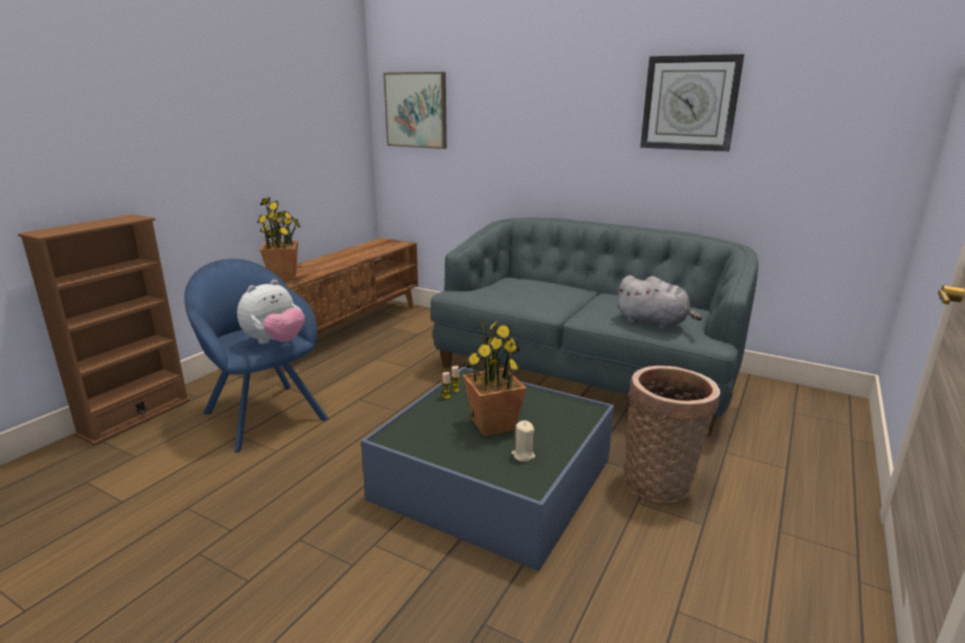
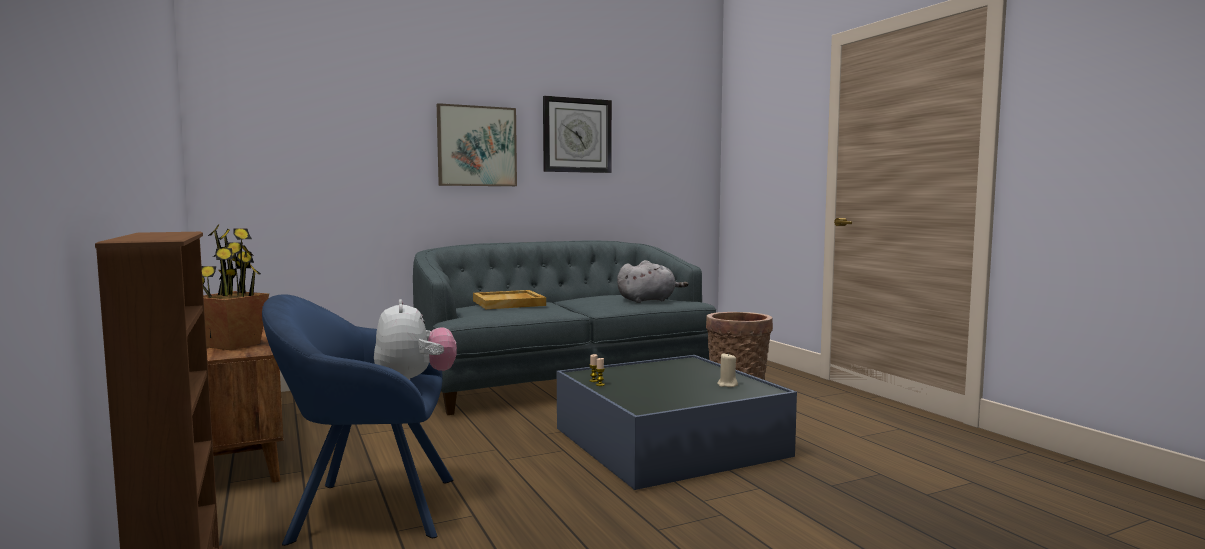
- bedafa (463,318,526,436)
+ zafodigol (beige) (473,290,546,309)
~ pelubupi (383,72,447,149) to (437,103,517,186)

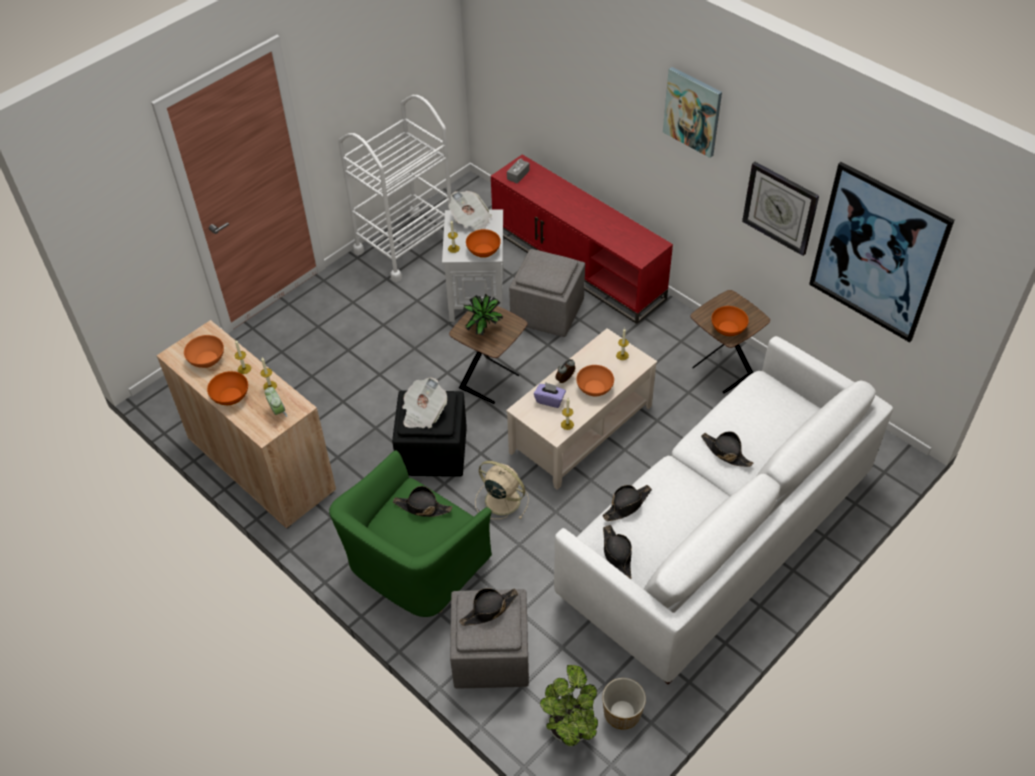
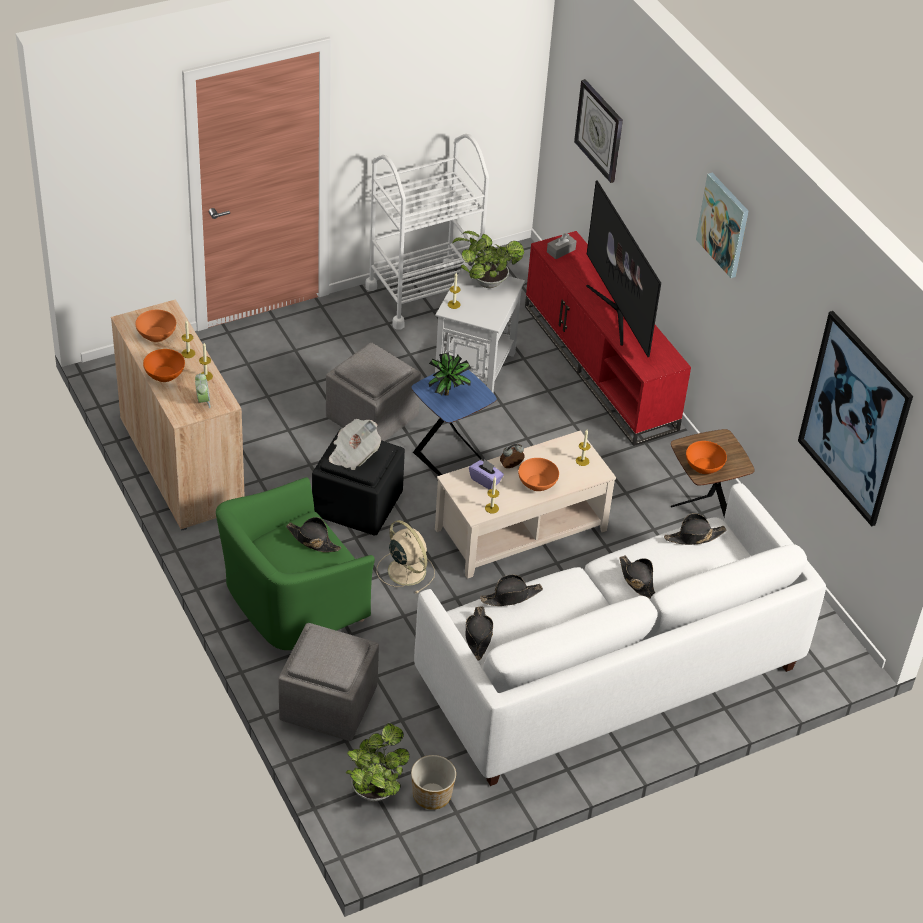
- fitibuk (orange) (466,229,501,258)
+ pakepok (586,180,661,357)
~ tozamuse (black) (459,588,518,626) to (664,513,726,545)
~ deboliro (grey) (509,249,585,337) to (326,343,421,441)
~ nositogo (742,162,819,256) to (574,79,623,183)
~ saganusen (448,191,492,230) to bedafa (452,231,524,288)
~ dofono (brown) (449,306,527,404) to dofono (blue) (411,370,497,476)

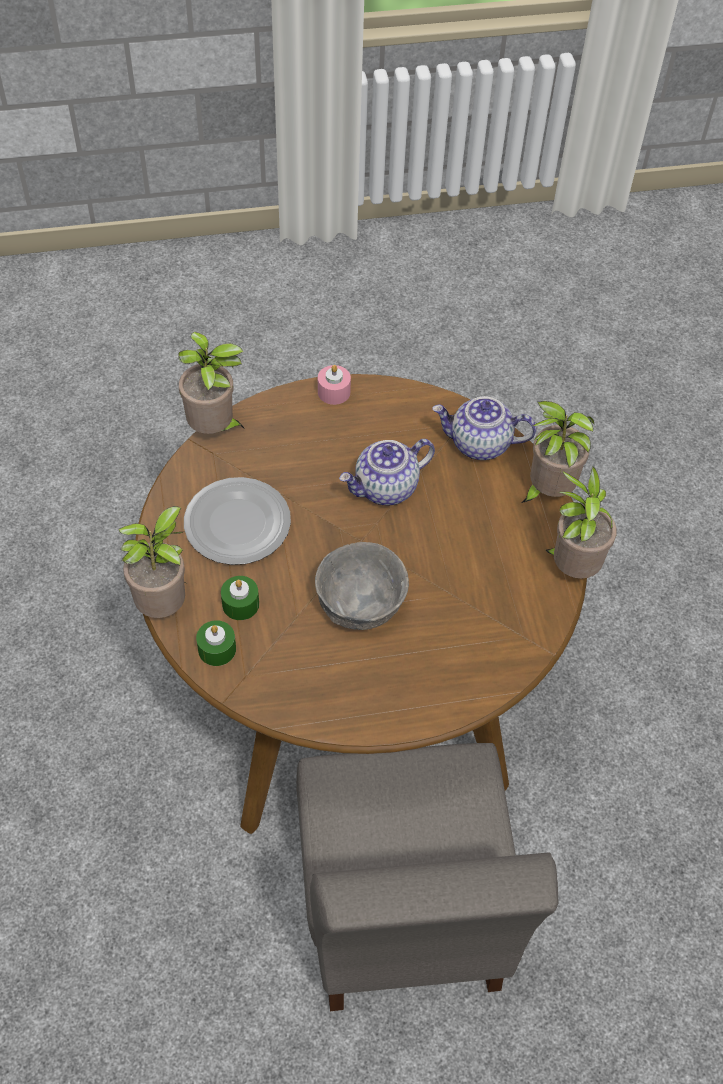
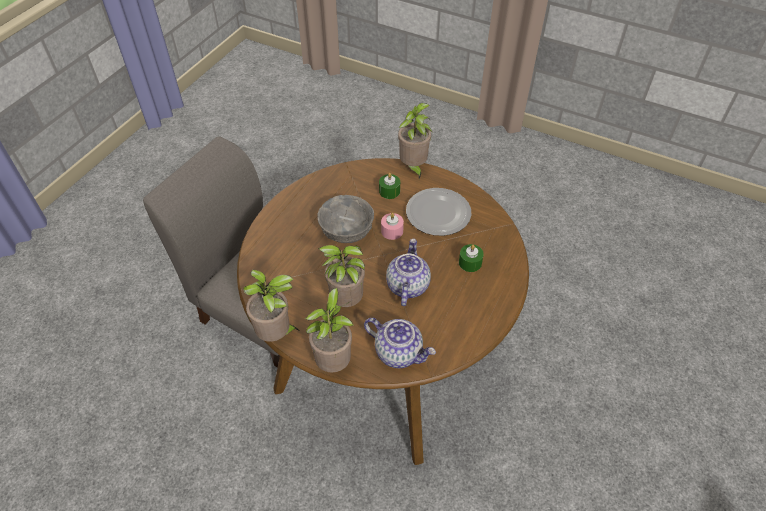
~ bedafa (179,332,245,434) to (318,245,365,317)
~ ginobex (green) (196,620,236,666) to (459,244,484,272)
~ ginobex (pink) (318,365,351,405) to (381,213,404,240)
~ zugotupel (432,396,536,460) = (364,318,436,368) 75 degrees clockwise

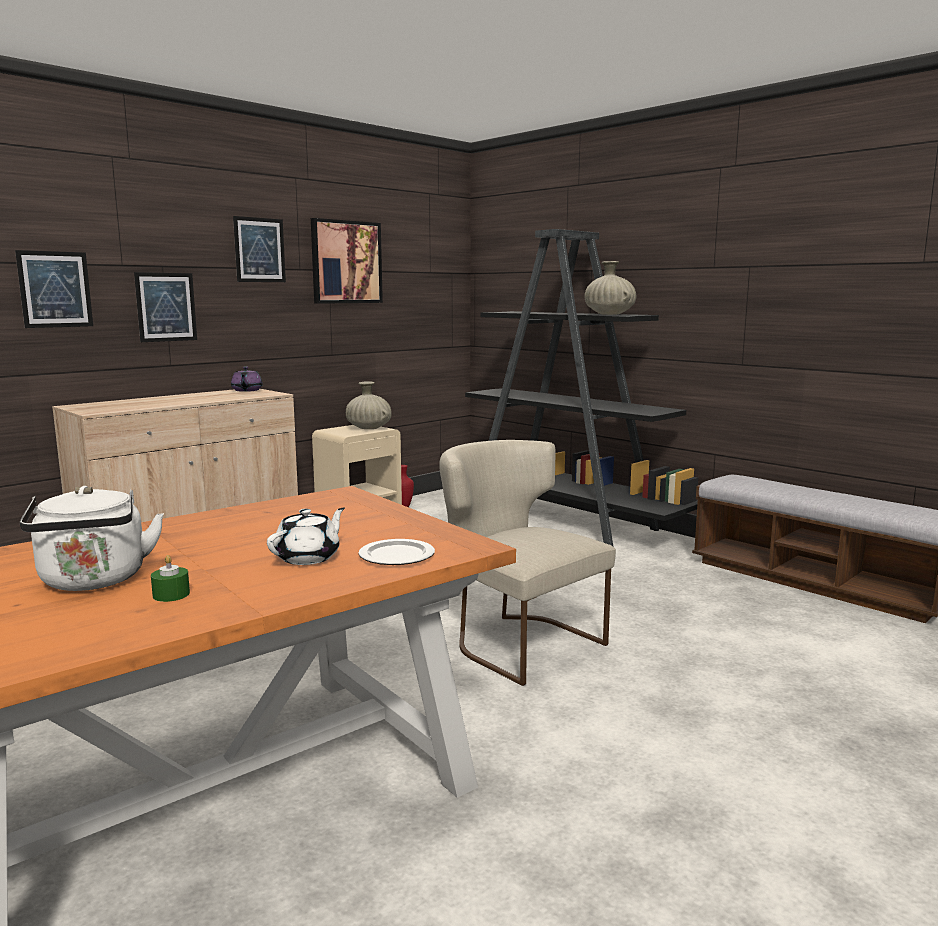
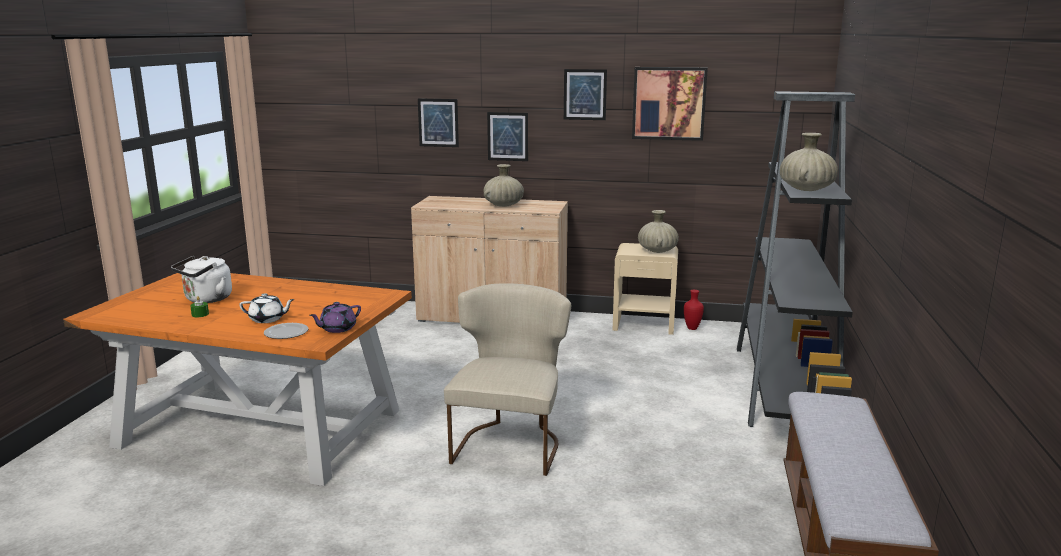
+ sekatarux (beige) (484,164,524,207)
~ zugotupel (purple) (231,367,263,392) to (309,302,361,333)

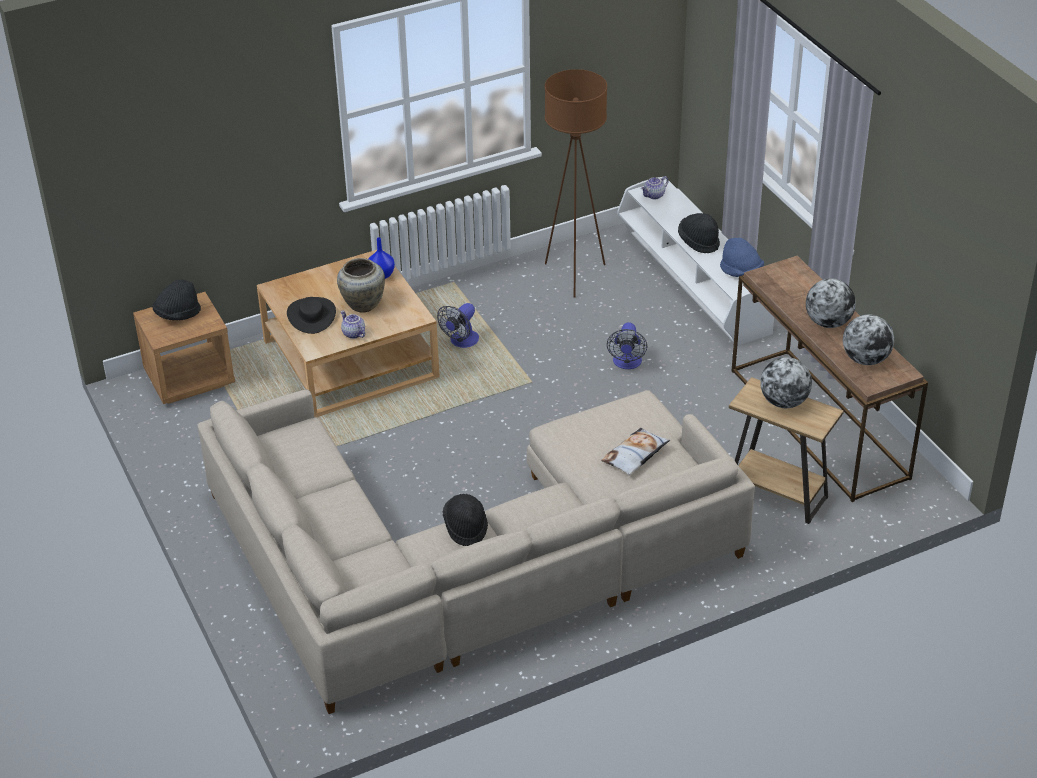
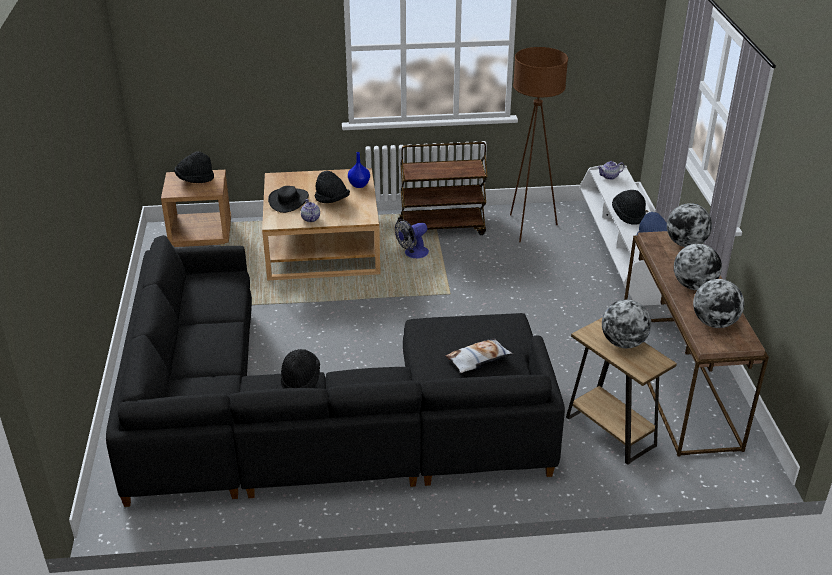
- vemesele (607,322,647,369)
+ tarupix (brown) (398,142,488,235)
+ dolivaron (667,203,712,247)
~ sekatarux (beige) (337,258,385,313) to tozamuse (black) (315,171,350,203)
~ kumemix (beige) (197,389,755,714) to kumemix (black) (106,235,565,507)

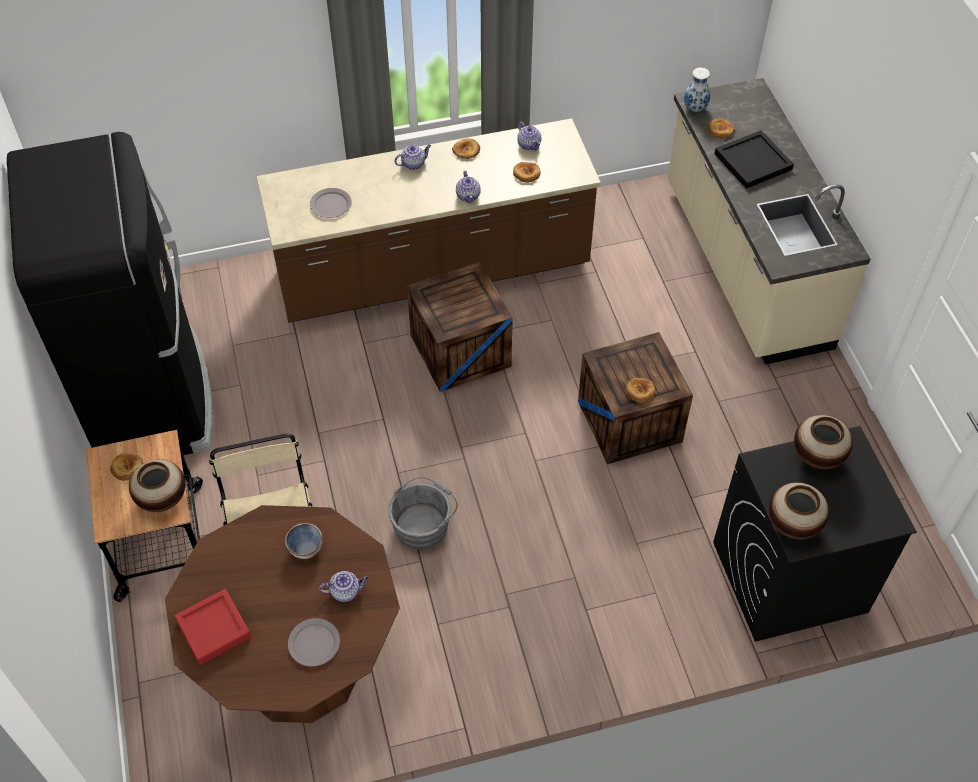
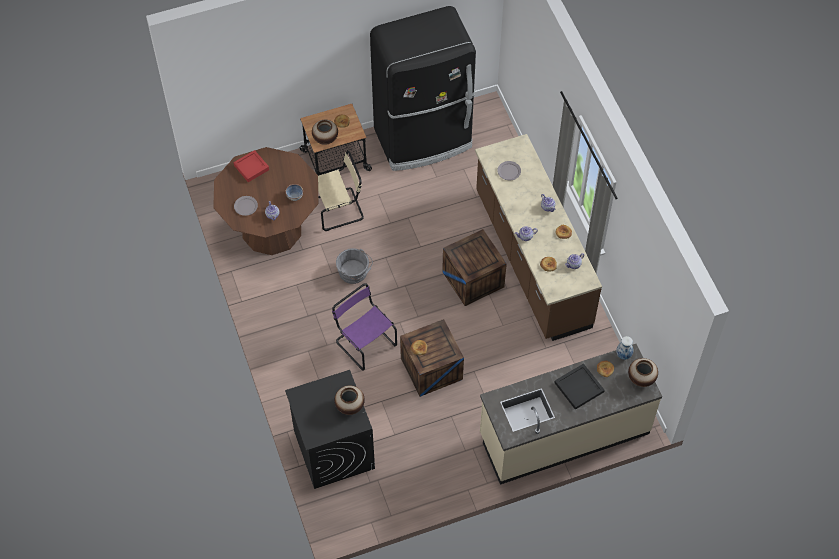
+ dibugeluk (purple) (332,283,397,371)
~ sekatarux (769,482,829,539) to (628,358,658,387)

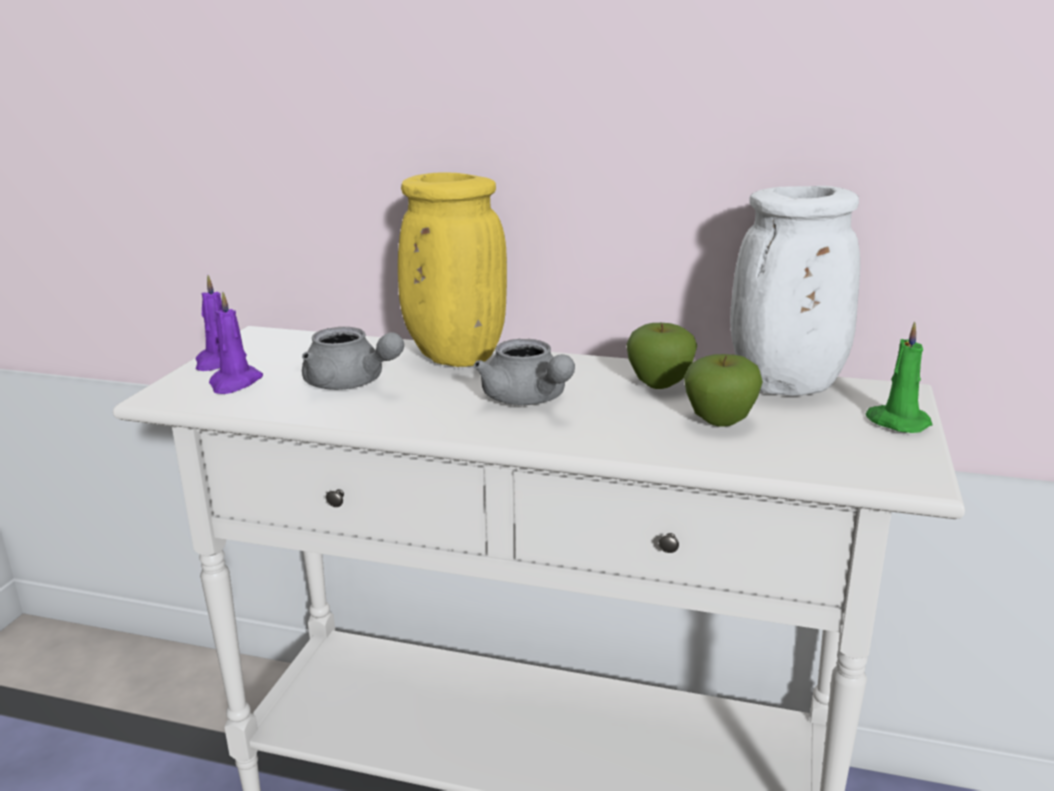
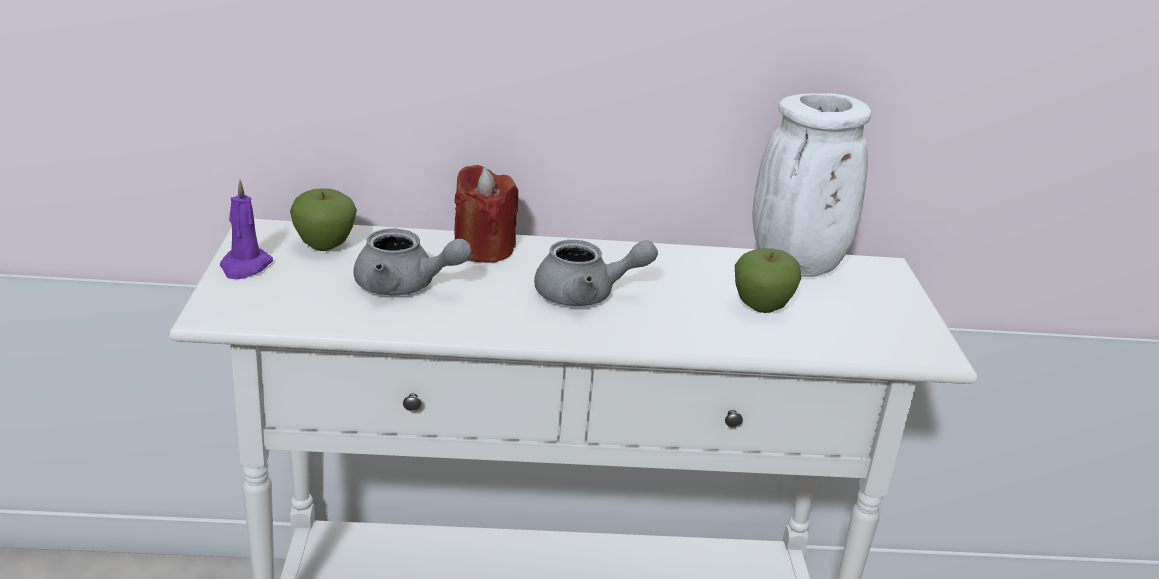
- ginobex (purple) (209,292,263,394)
- ginobex (green) (865,322,933,433)
~ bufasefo (626,323,697,389) to (290,188,357,251)
~ sekatarux (yellow) (398,172,507,367) to ginobex (red) (454,165,518,263)
~ zugotupel (grey) (474,339,575,405) = (534,240,658,306) 45 degrees counterclockwise

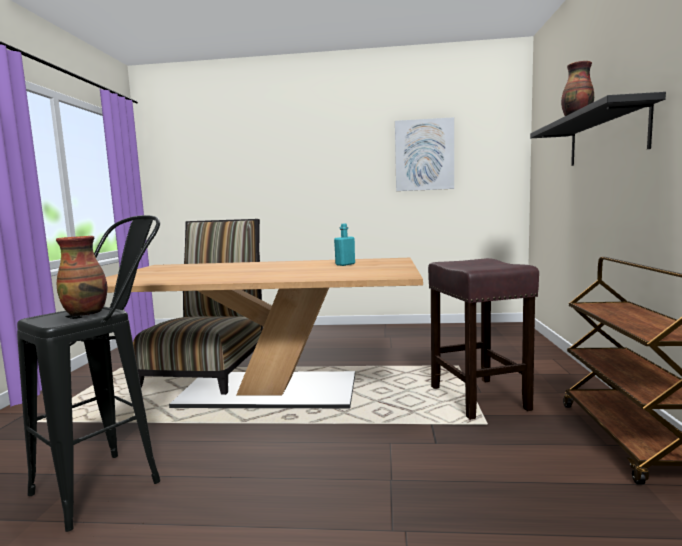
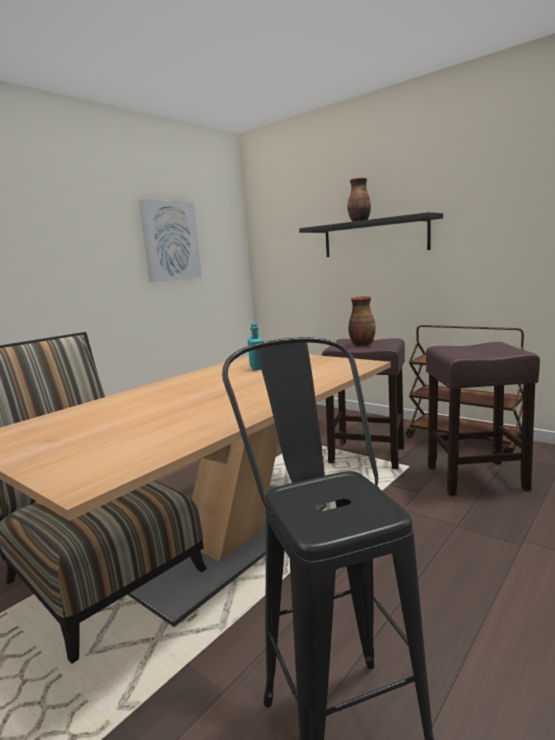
+ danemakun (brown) (426,342,540,496)
~ sekatarux (56,236,108,316) to (348,296,376,346)

